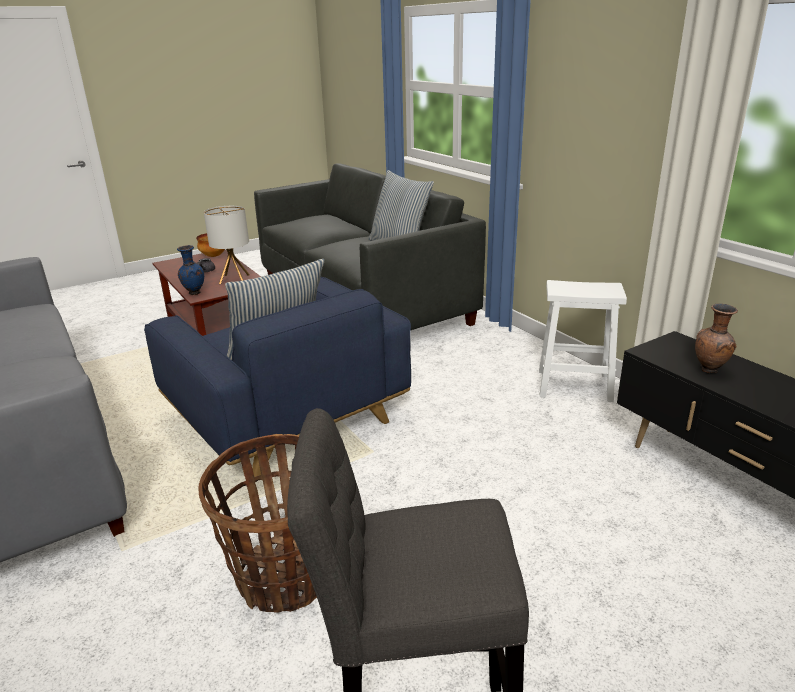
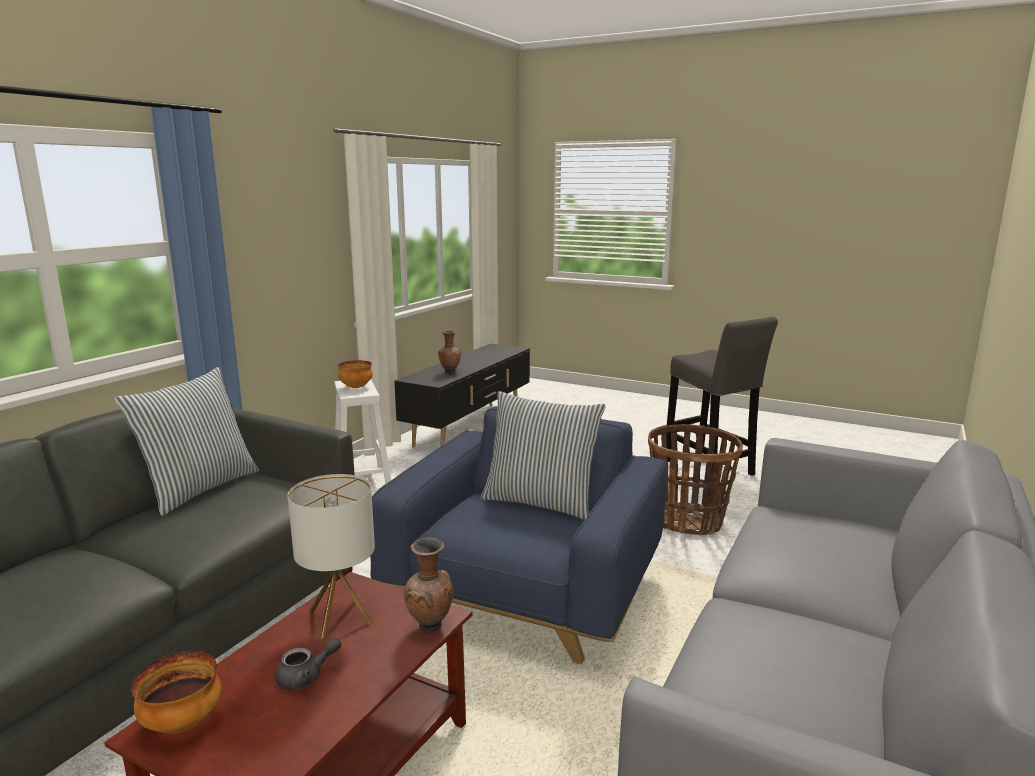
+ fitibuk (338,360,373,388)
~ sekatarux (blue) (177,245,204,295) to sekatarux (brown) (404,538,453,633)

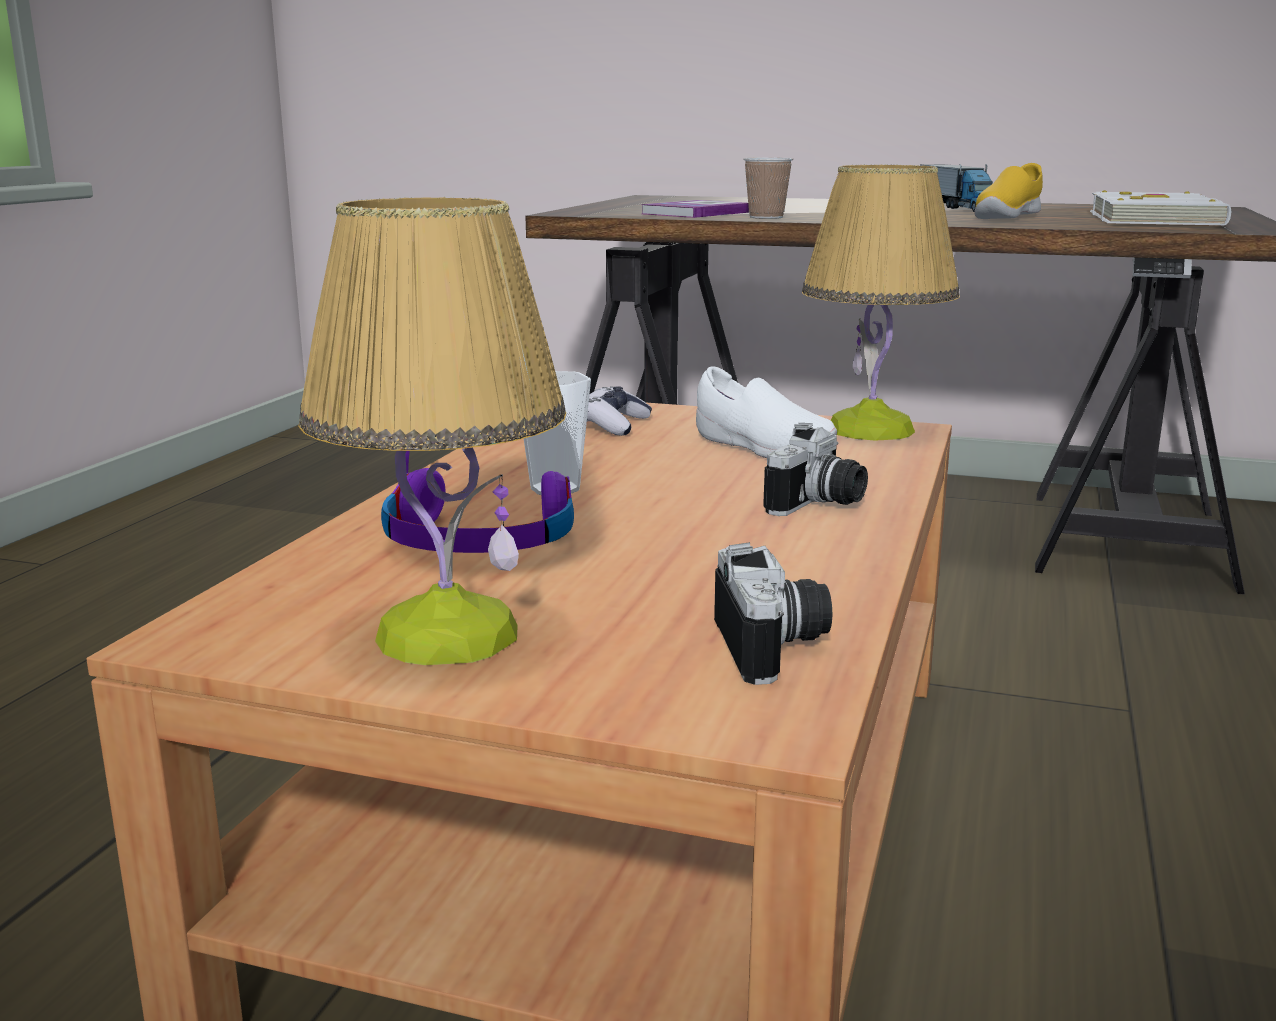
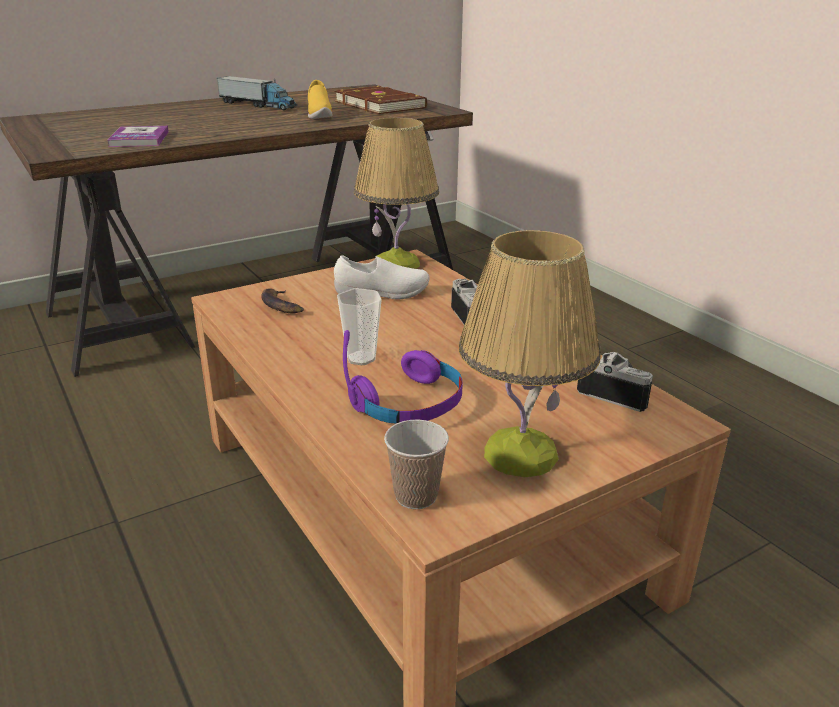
~ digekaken (743,157,793,219) to (384,420,449,509)
~ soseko (587,386,652,436) to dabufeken (261,288,304,314)
~ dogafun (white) (1090,190,1231,225) to dogafun (brown) (335,86,427,114)

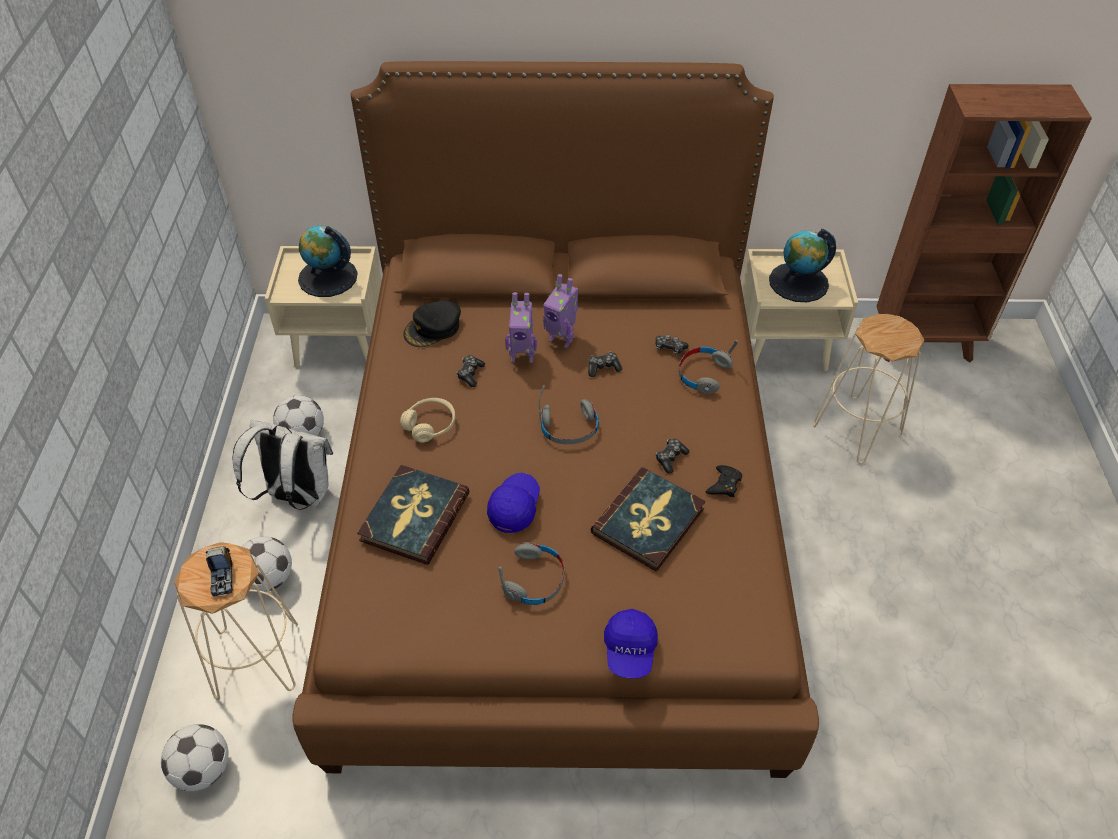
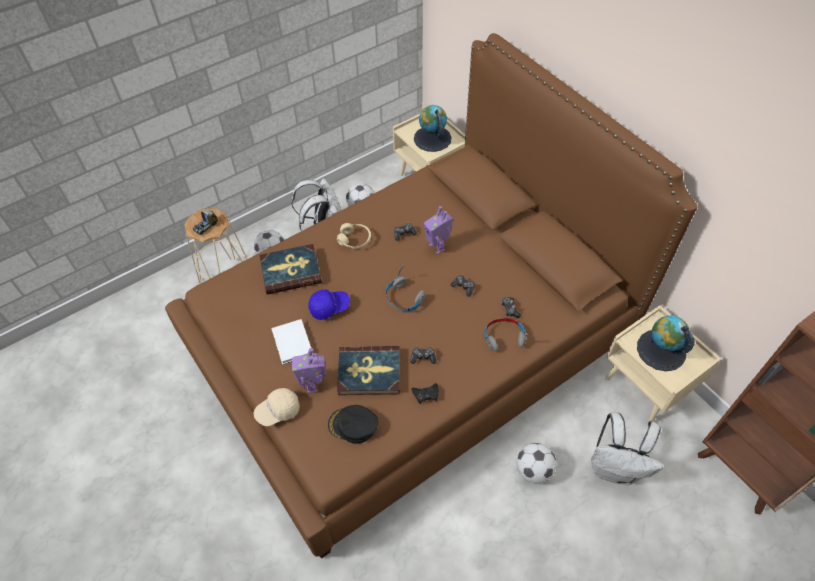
~ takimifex (161,724,228,791) to (517,443,557,484)
~ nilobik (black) (403,300,461,347) to (328,405,378,444)
~ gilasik (543,274,578,349) to (292,348,326,393)
~ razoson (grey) (498,542,565,605) to dogafun (white) (271,319,313,364)
~ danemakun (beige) (813,314,925,463) to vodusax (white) (591,412,663,485)
~ nilobik (blue) (604,609,658,678) to nilobik (beige) (254,388,300,426)

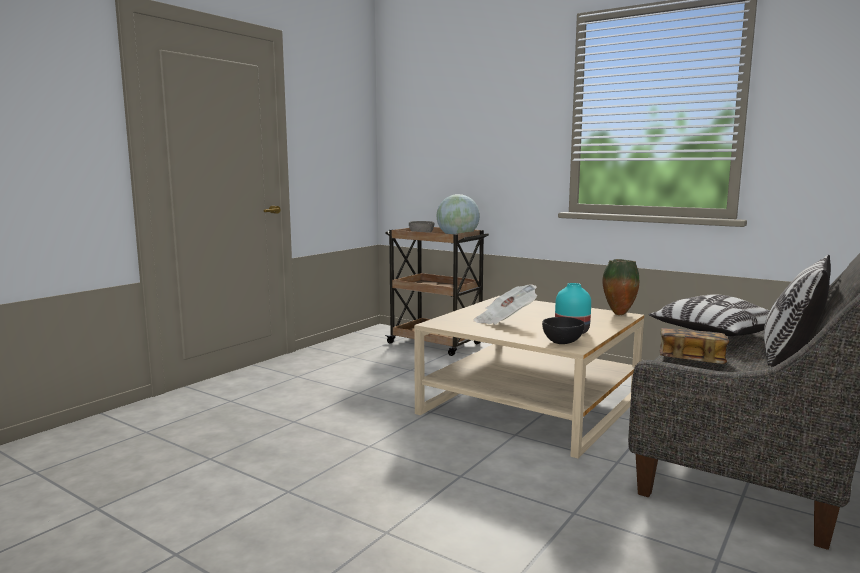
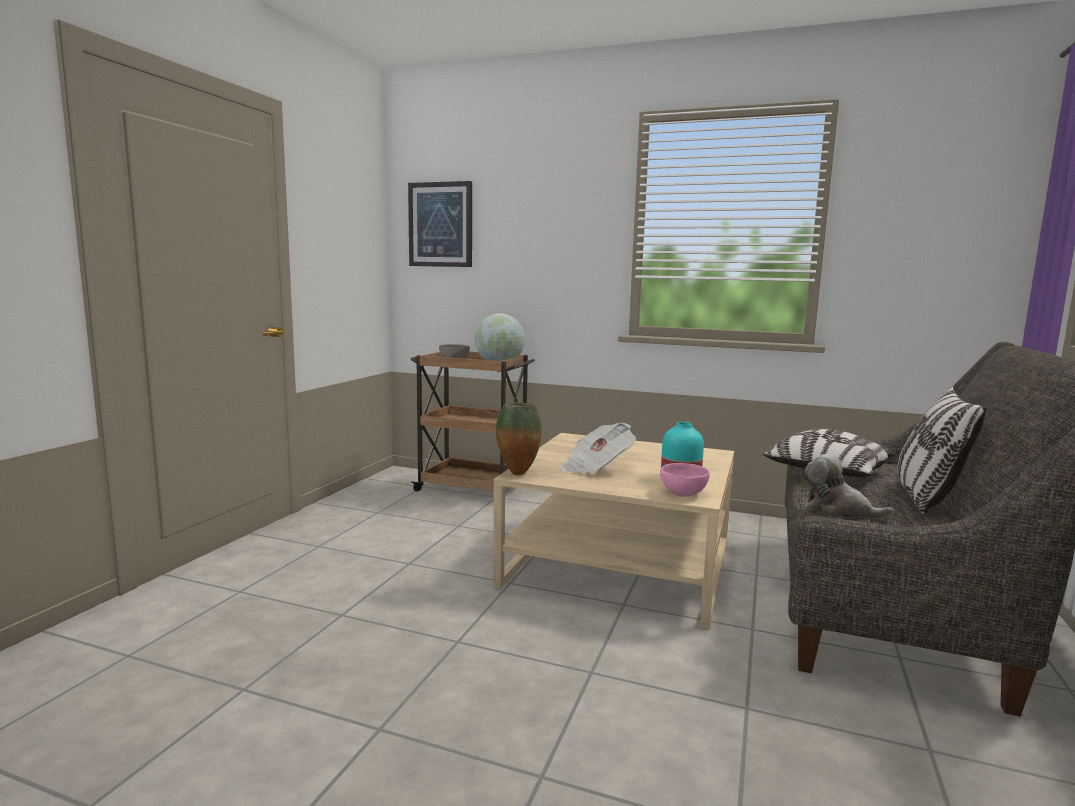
+ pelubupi (408,181,472,267)
~ sekatarux (602,259,639,315) to (496,402,541,475)
~ dogafun (660,328,729,364) to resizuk (805,454,894,519)
~ fitibuk (black) (542,317,585,344) to fitibuk (pink) (660,463,710,497)

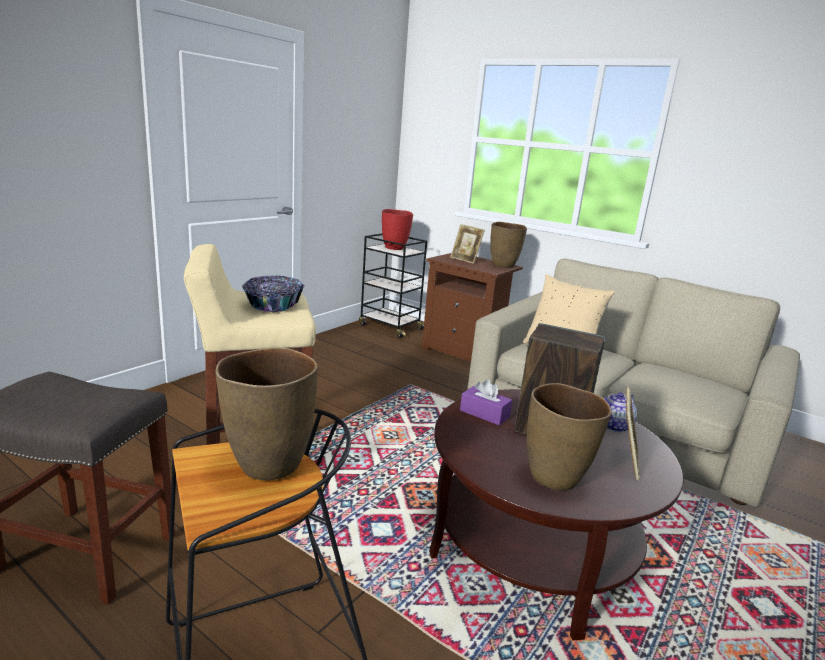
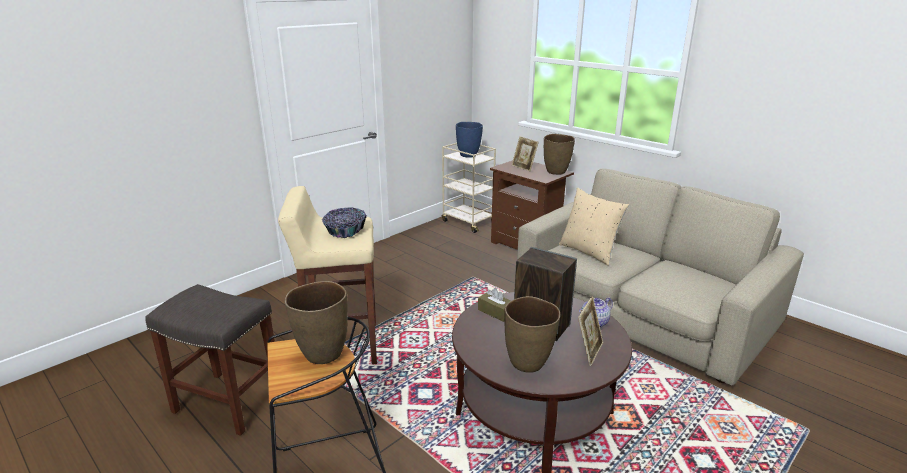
~ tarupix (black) (359,234,427,338) to tarupix (beige) (442,143,496,233)
~ sekatarux (red) (382,209,413,250) to sekatarux (blue) (456,122,483,158)
~ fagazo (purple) (460,379,512,425) to fagazo (brown) (478,288,511,322)

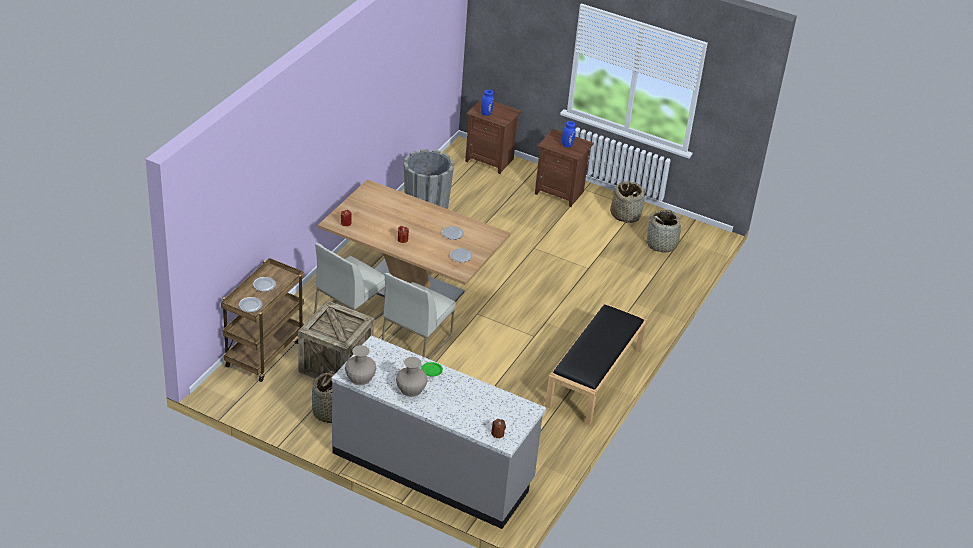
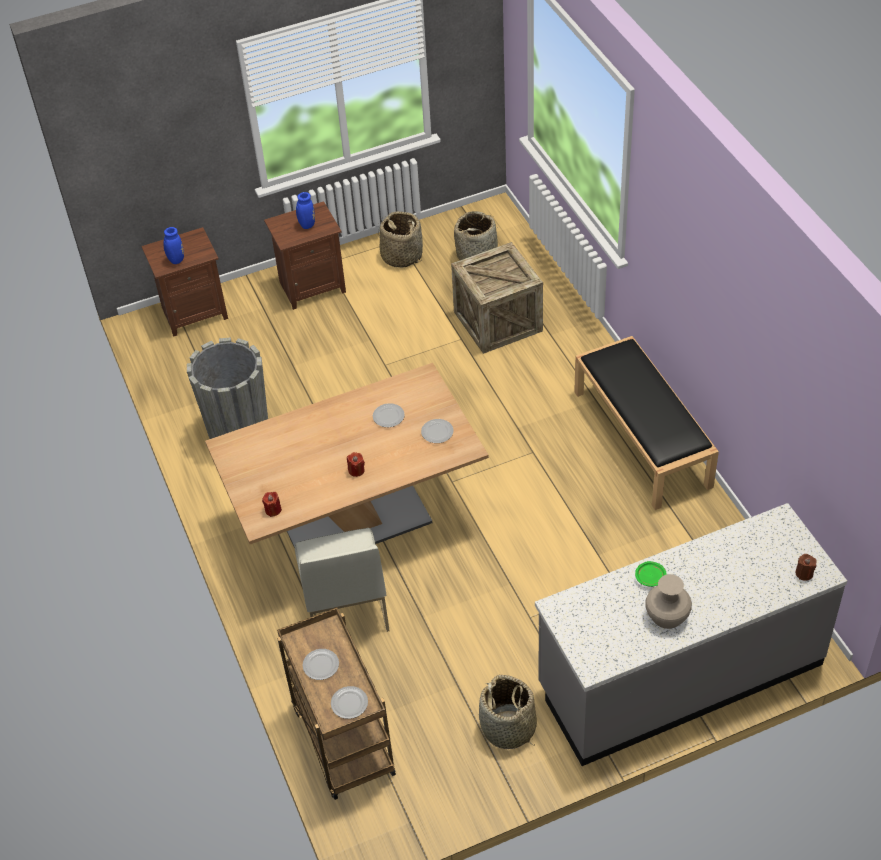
- sekatarux (beige) (345,345,376,385)
- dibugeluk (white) (382,273,456,359)
~ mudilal (298,300,374,379) to (451,242,543,354)

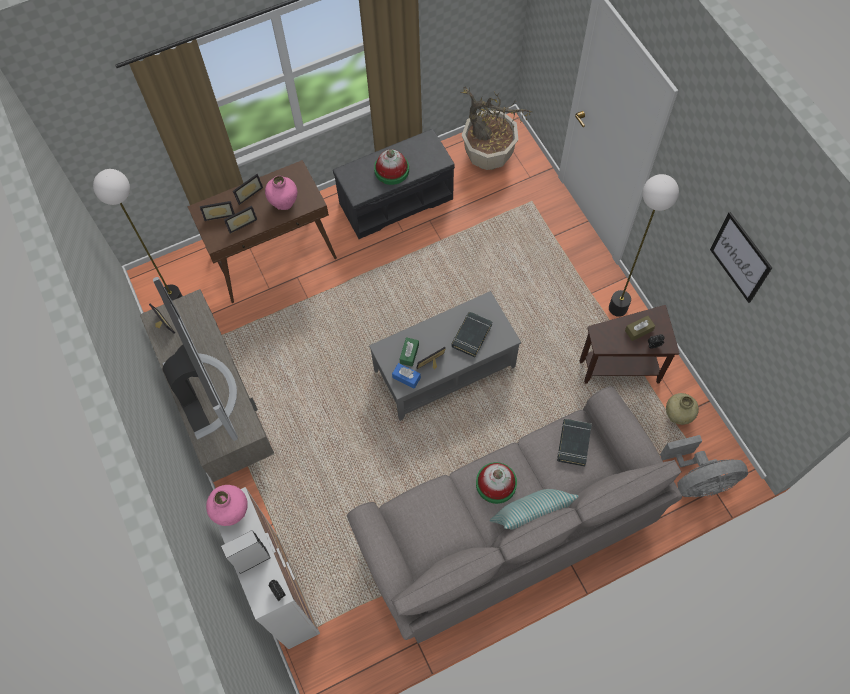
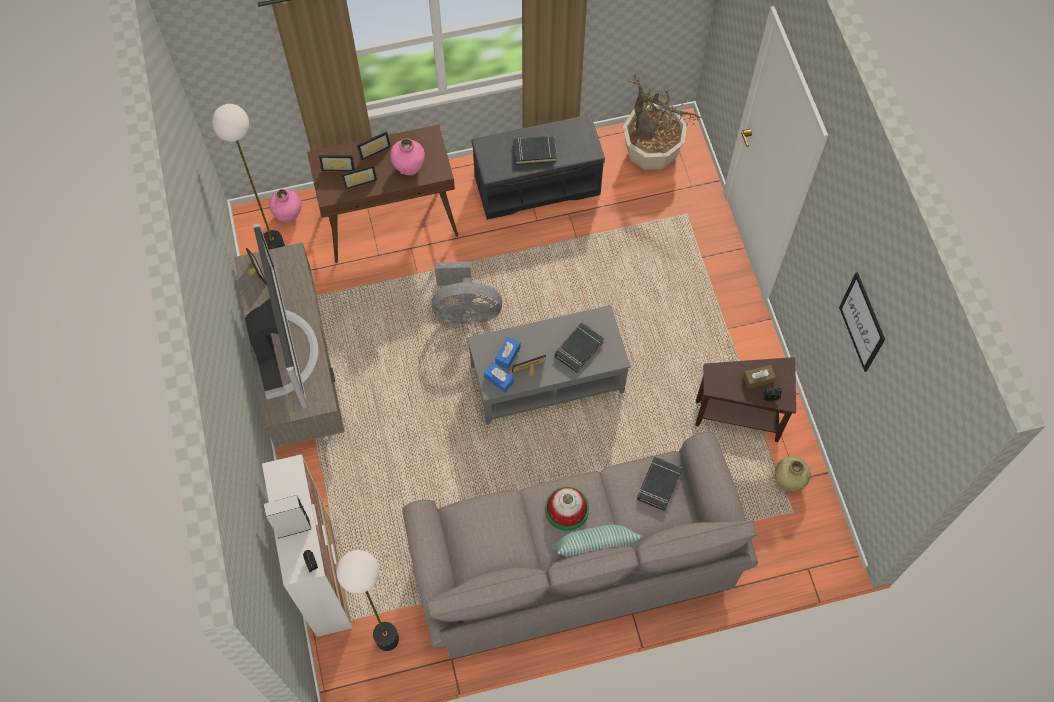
~ sekatarux (pink) (206,485,248,526) to (269,189,302,223)
~ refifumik (609,174,679,317) to (336,550,399,651)
~ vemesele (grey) (660,435,748,497) to (432,262,502,324)
~ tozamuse (374,149,409,185) to dogafun (black) (513,136,557,165)
~ fagazo (green) (399,337,419,367) to fagazo (blue) (495,337,520,369)

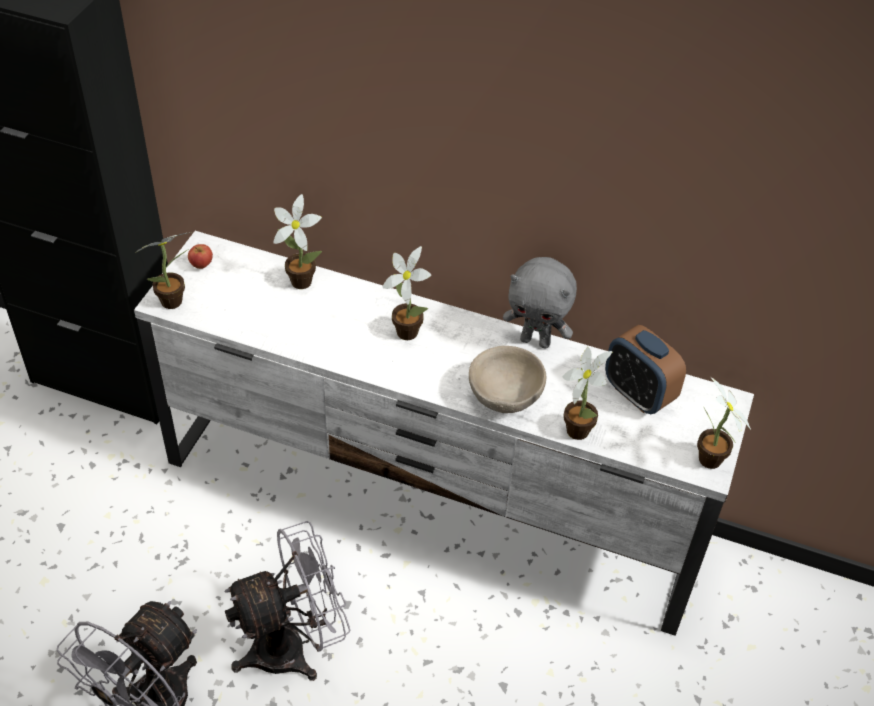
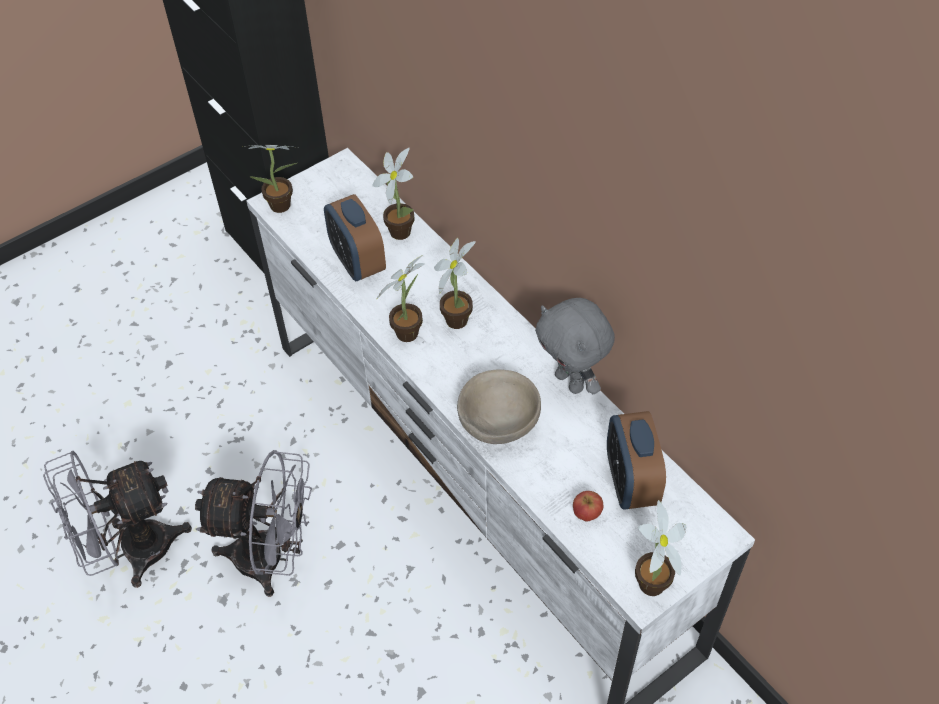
+ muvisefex (324,194,386,281)
~ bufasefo (188,244,213,269) to (573,491,603,521)
~ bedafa (562,347,613,440) to (376,255,425,342)

